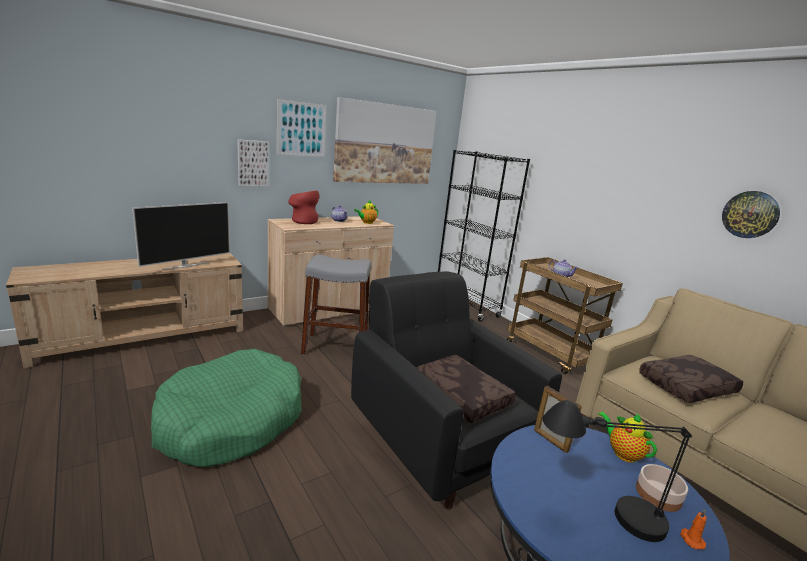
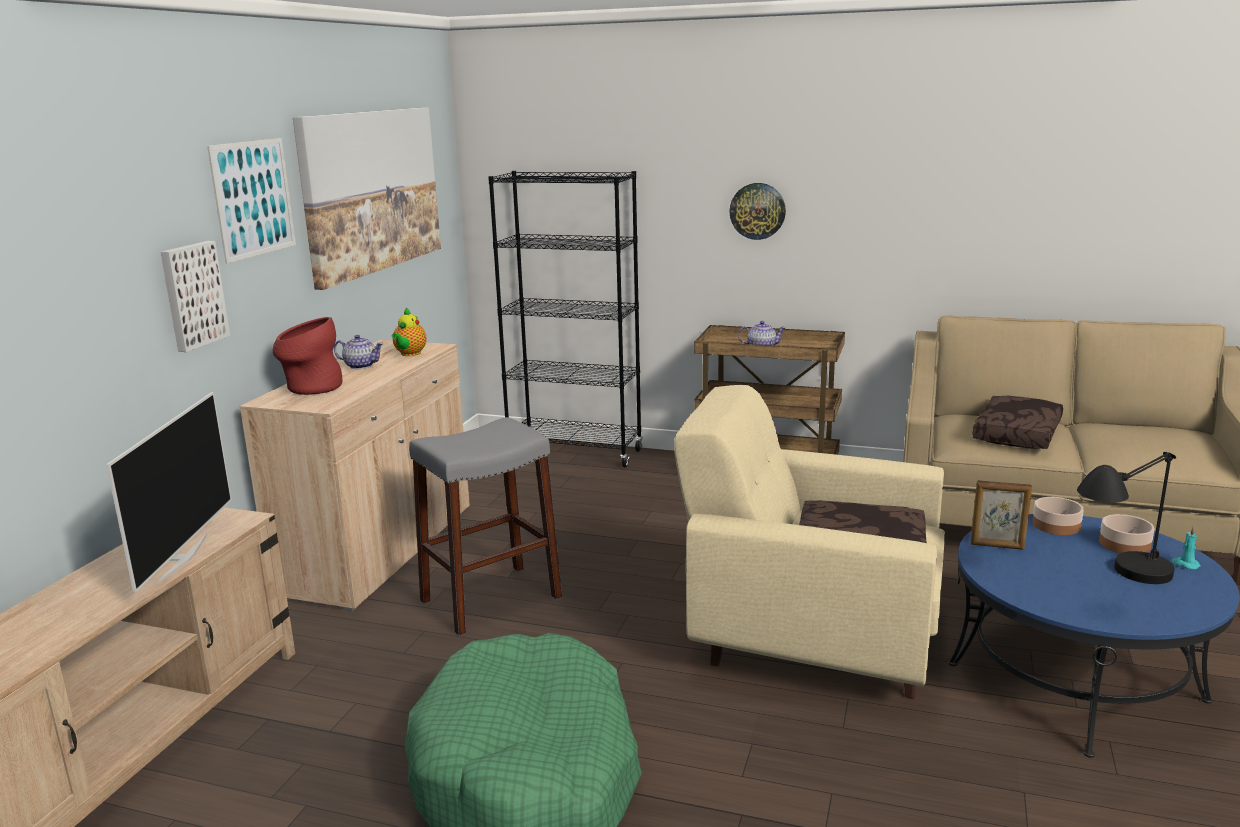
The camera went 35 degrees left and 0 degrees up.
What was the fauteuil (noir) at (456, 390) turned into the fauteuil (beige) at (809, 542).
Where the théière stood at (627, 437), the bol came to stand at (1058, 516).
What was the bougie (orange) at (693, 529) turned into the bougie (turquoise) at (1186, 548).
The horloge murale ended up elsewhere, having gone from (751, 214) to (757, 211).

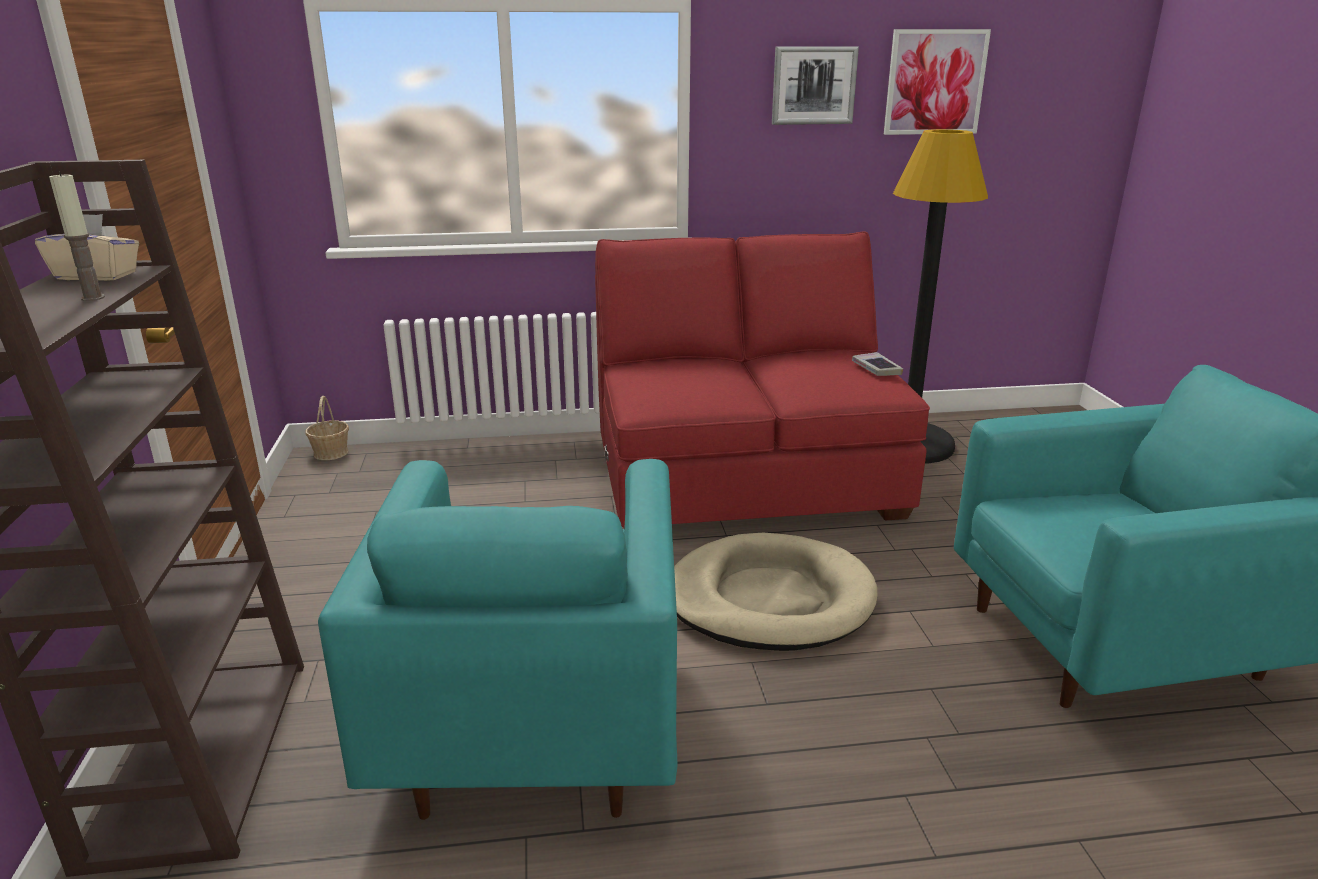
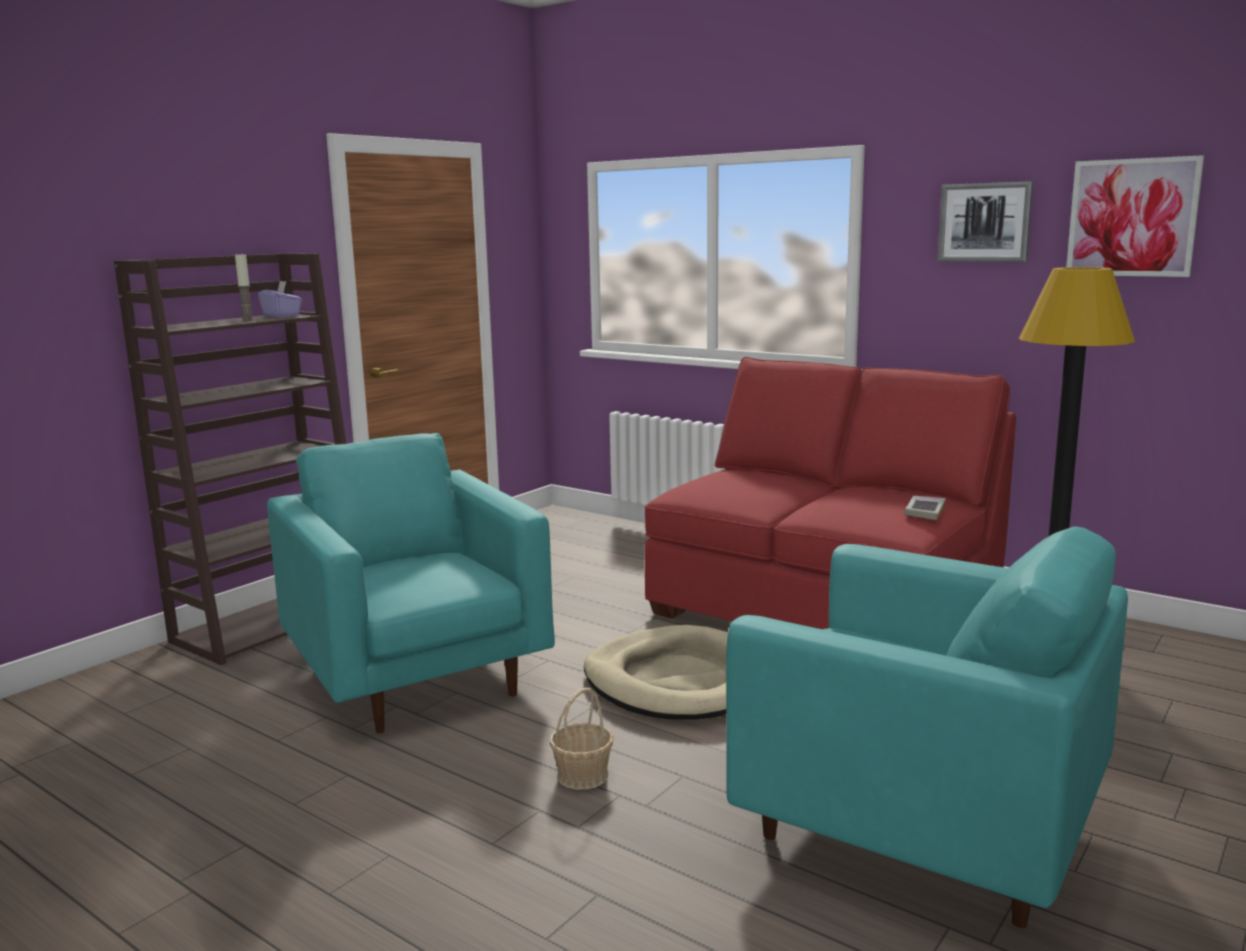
The camera went 45 degrees right and 10 degrees down.
What was the boîte à mouchoirs (beige) at (87, 247) turned into the boîte à mouchoirs (violet) at (280, 299).
The panier ended up elsewhere, having gone from (327, 428) to (582, 739).
The fauteuil (turquoise) at (497, 639) ended up facing another way, 105 degrees clockwise from before.

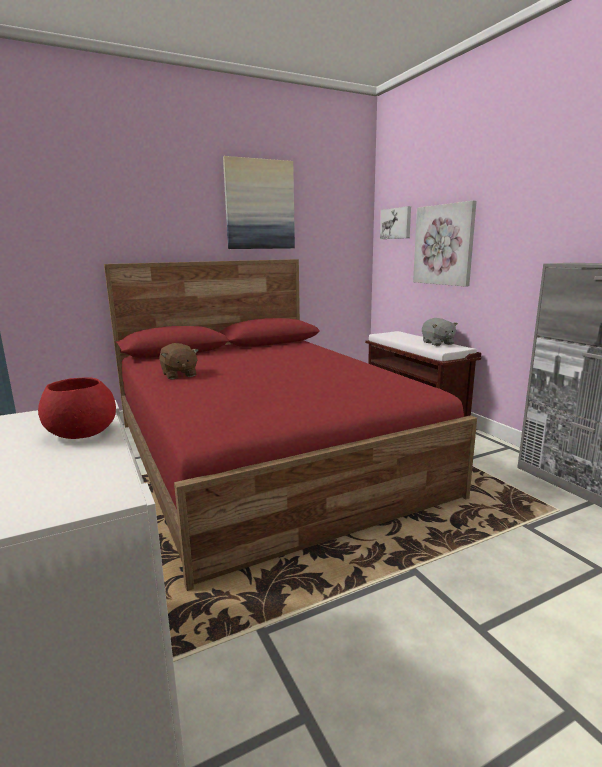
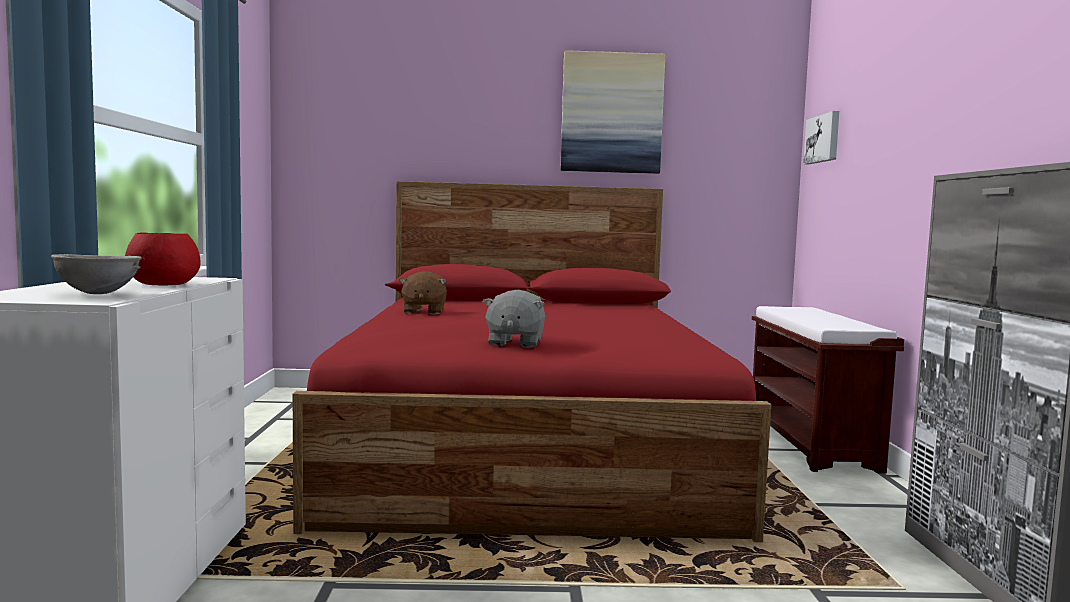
The camera went 25 degrees right and 10 degrees down.
The second view lost the tableau at (445, 244).
The peluche (gris) ended up elsewhere, having gone from (440, 332) to (513, 319).
The second view gained the bol (gris) at (96, 274).

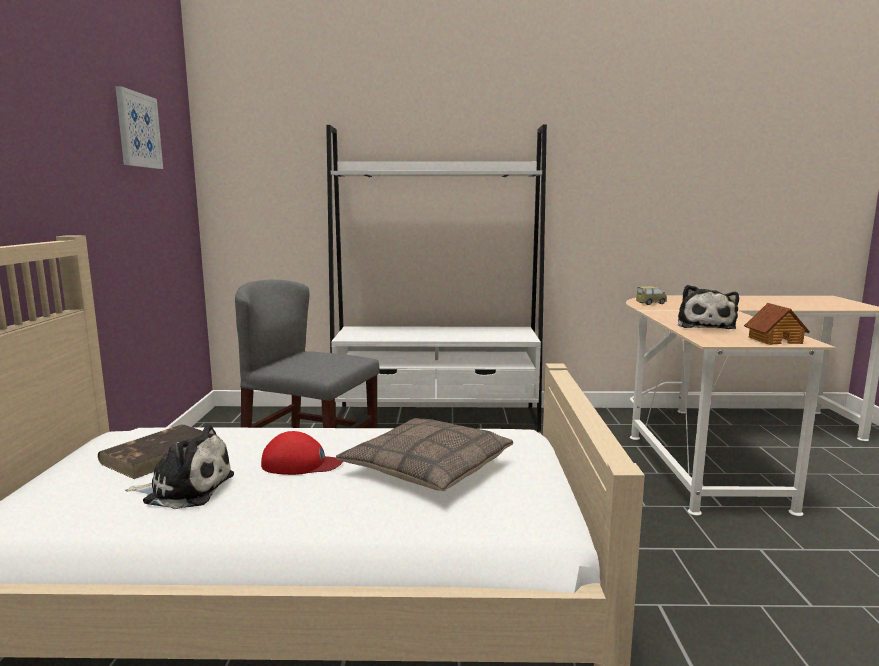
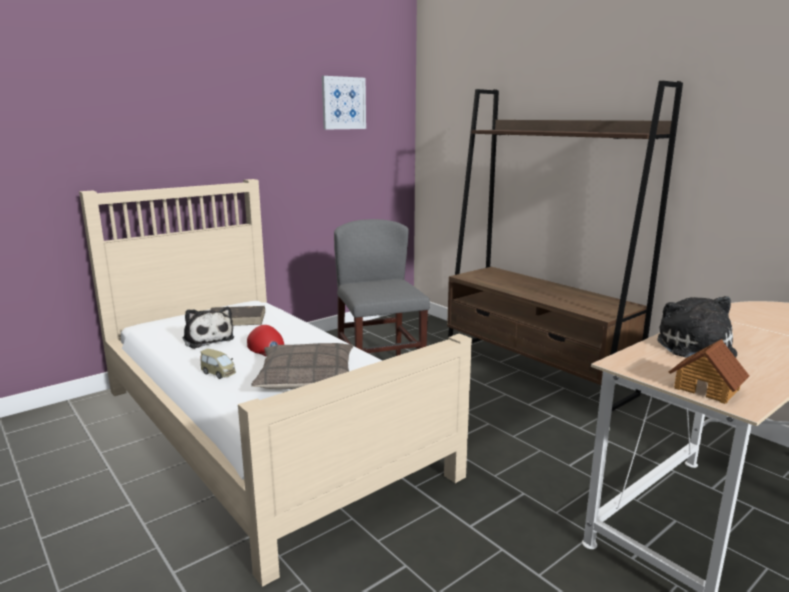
The camera went 50 degrees right and 5 degrees up.
What was the bibliothèque (blanc) at (436, 278) turned into the bibliothèque (marron) at (565, 246).
The petite voiture ended up elsewhere, having gone from (651, 295) to (218, 364).
The peluche at (708, 307) ended up facing another way, 120 degrees clockwise from before.

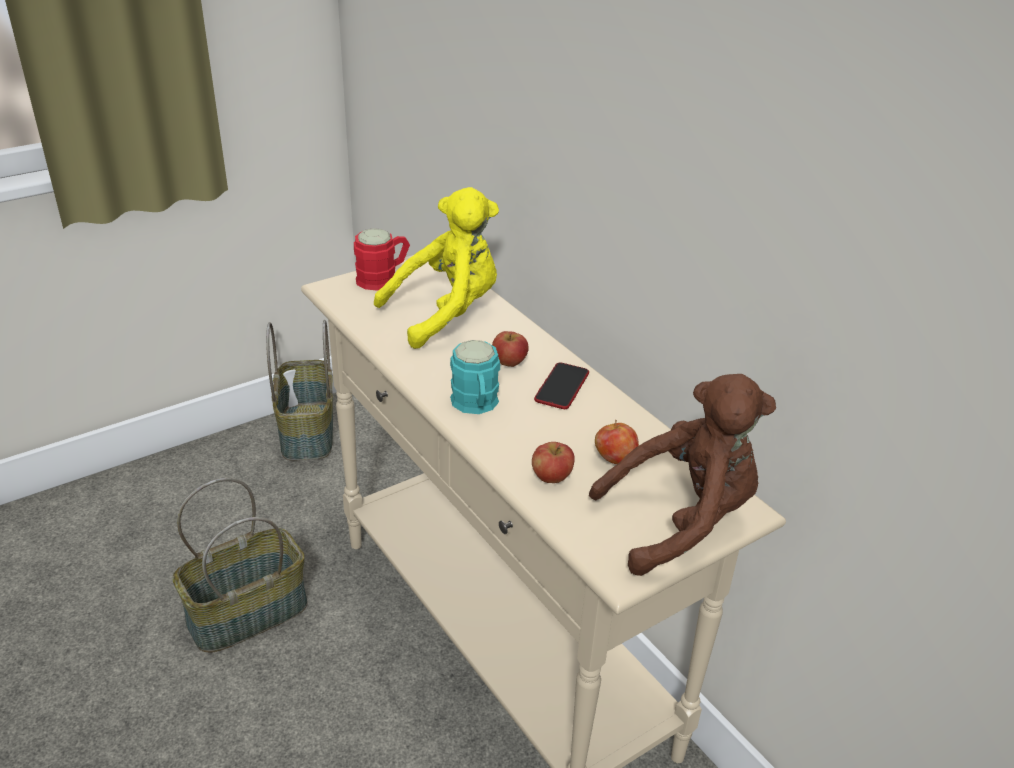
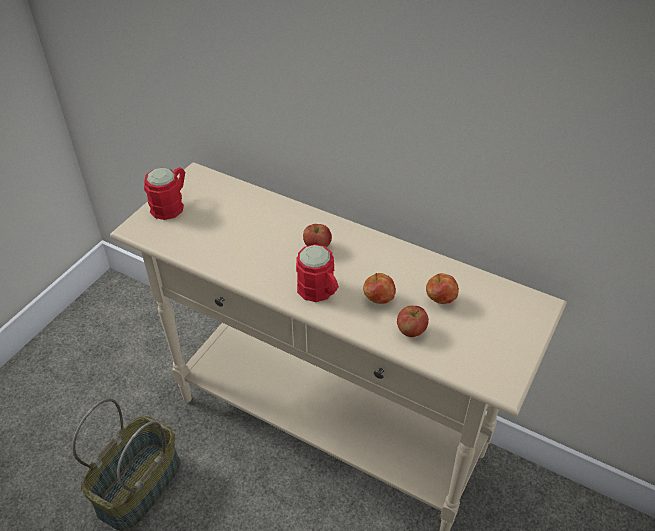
The camera went 25 degrees left and 10 degrees up.
The second view lost the panier at (299, 390).
The second view lost the peluche (jaune) at (436, 268).
What was the mug (turquoise) at (475, 377) turned into the mug (rouge) at (317, 273).
The second view lost the téléphone at (561, 385).
The second view lost the peluche (marron) at (682, 475).
The second view gained the pomme at (379, 288).

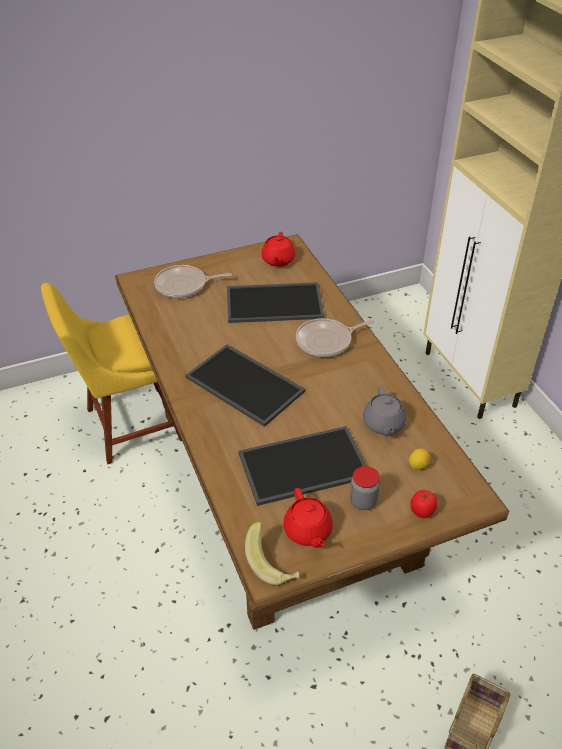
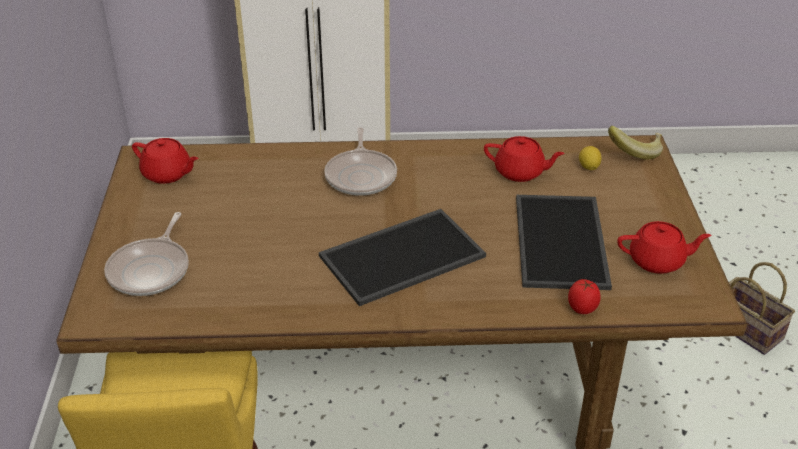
The camera went 70 degrees left and 5 degrees down.
The second view lost the plateau at (275, 302).
The banane ended up elsewhere, having gone from (272, 553) to (635, 143).
The second view lost the bocal at (365, 488).
What was the théière (gris) at (384, 411) turned into the théière (rouge) at (524, 159).
The tomate ended up elsewhere, having gone from (424, 504) to (584, 296).

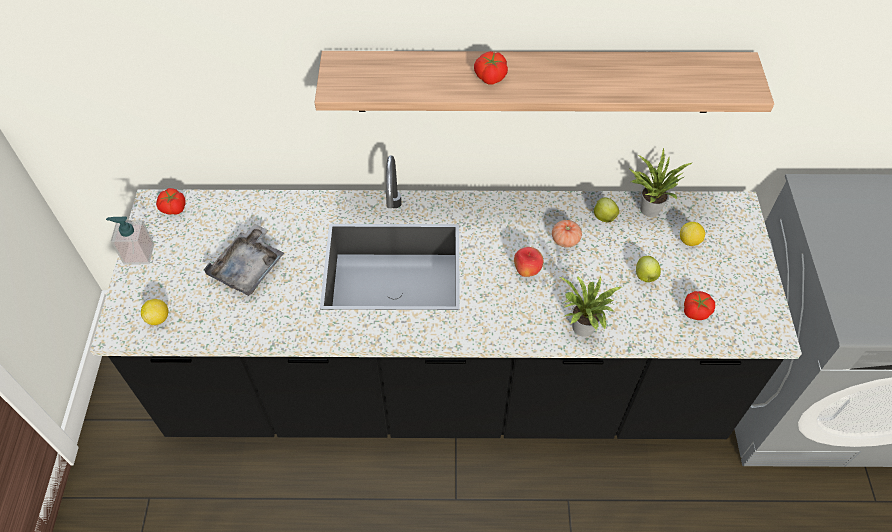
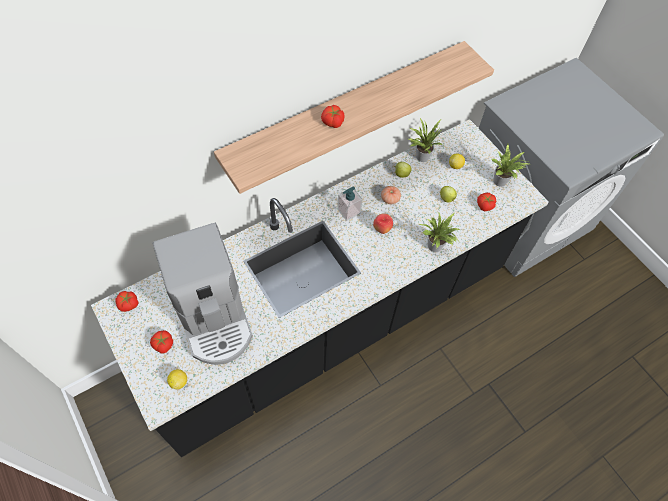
The camera went 35 degrees left and 5 degrees up.
The distributeur de savon ended up elsewhere, having gone from (130, 240) to (350, 204).
Where the plateau (gris) stood at (244, 259), the machine à café came to stand at (202, 293).
The second view gained the tomate at (161, 342).
The second view gained the plante en pot at (510, 165).

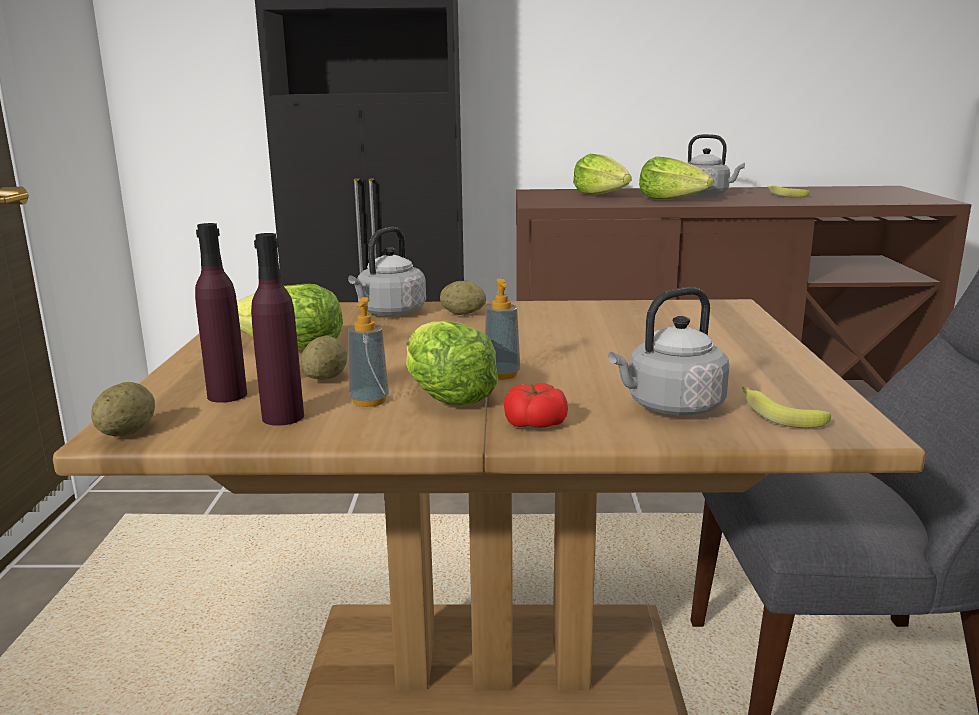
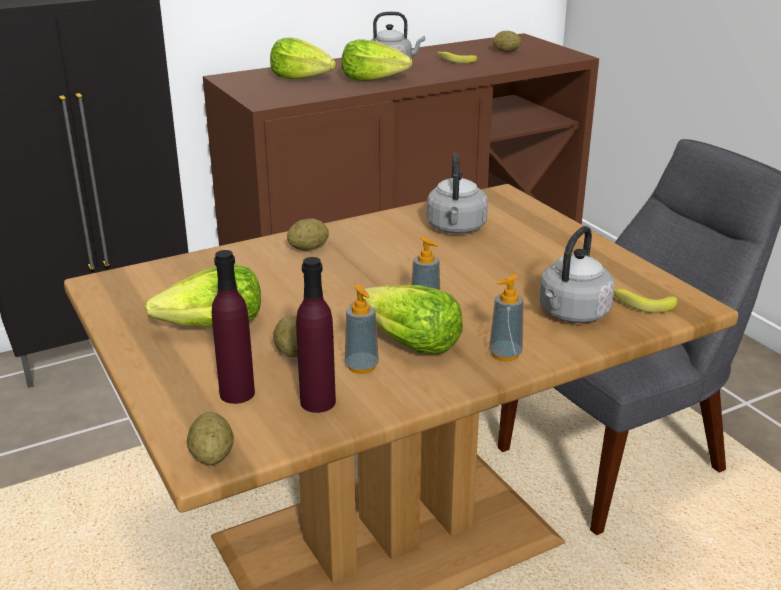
The camera went 30 degrees left and 10 degrees up.
The bouilloire (gris) ended up elsewhere, having gone from (387, 271) to (457, 193).
Where the tomate stood at (536, 405), the distributeur de savon came to stand at (506, 318).
The second view gained the pomme de terre at (507, 41).

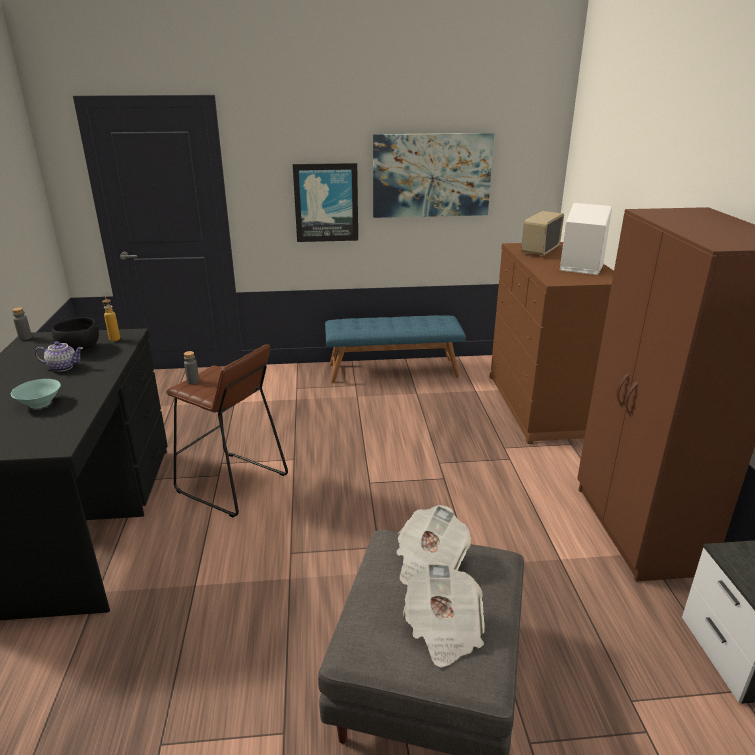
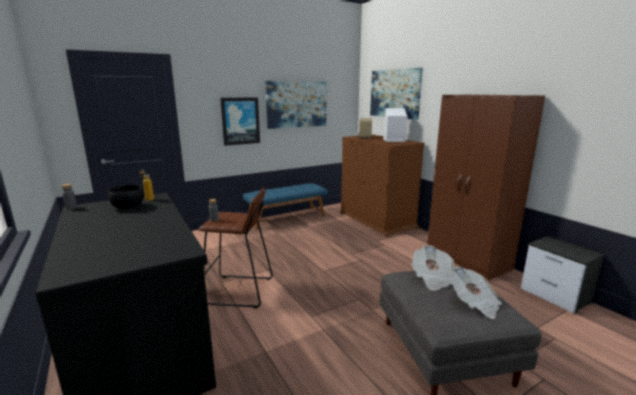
The camera went 25 degrees left and 10 degrees down.
The second view lost the bol (turquoise) at (36, 393).
The second view lost the théière at (59, 356).
The second view gained the tableau at (396, 94).

